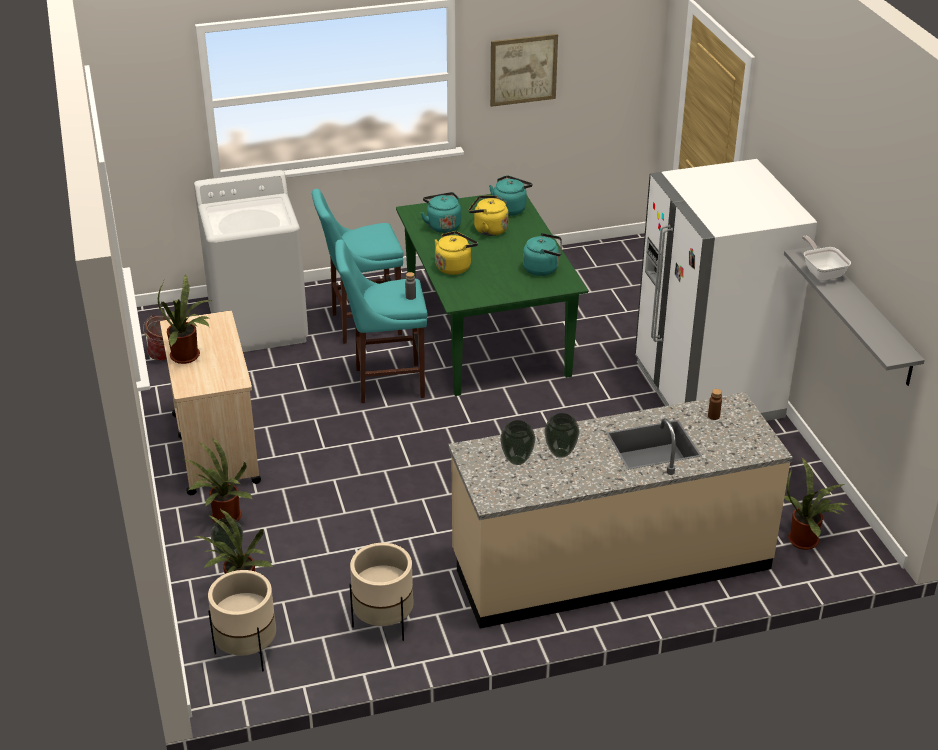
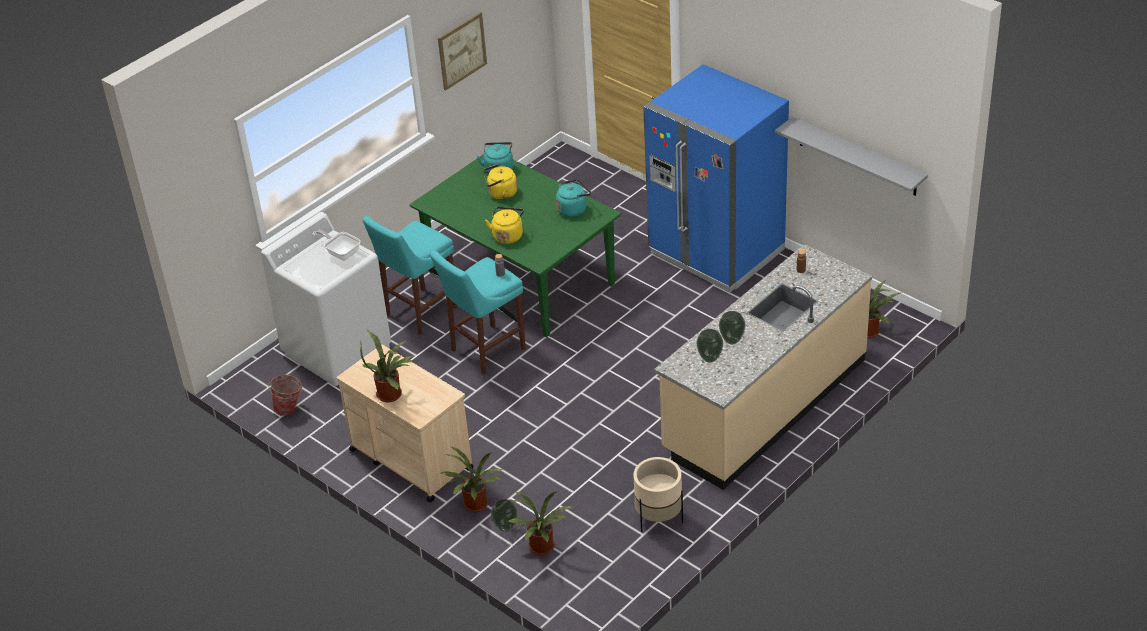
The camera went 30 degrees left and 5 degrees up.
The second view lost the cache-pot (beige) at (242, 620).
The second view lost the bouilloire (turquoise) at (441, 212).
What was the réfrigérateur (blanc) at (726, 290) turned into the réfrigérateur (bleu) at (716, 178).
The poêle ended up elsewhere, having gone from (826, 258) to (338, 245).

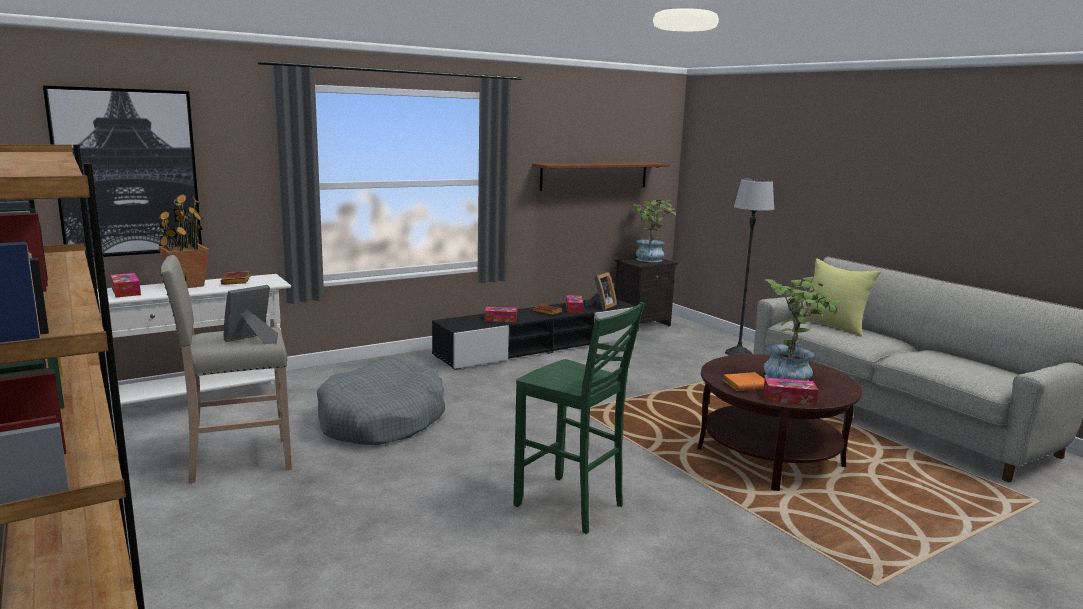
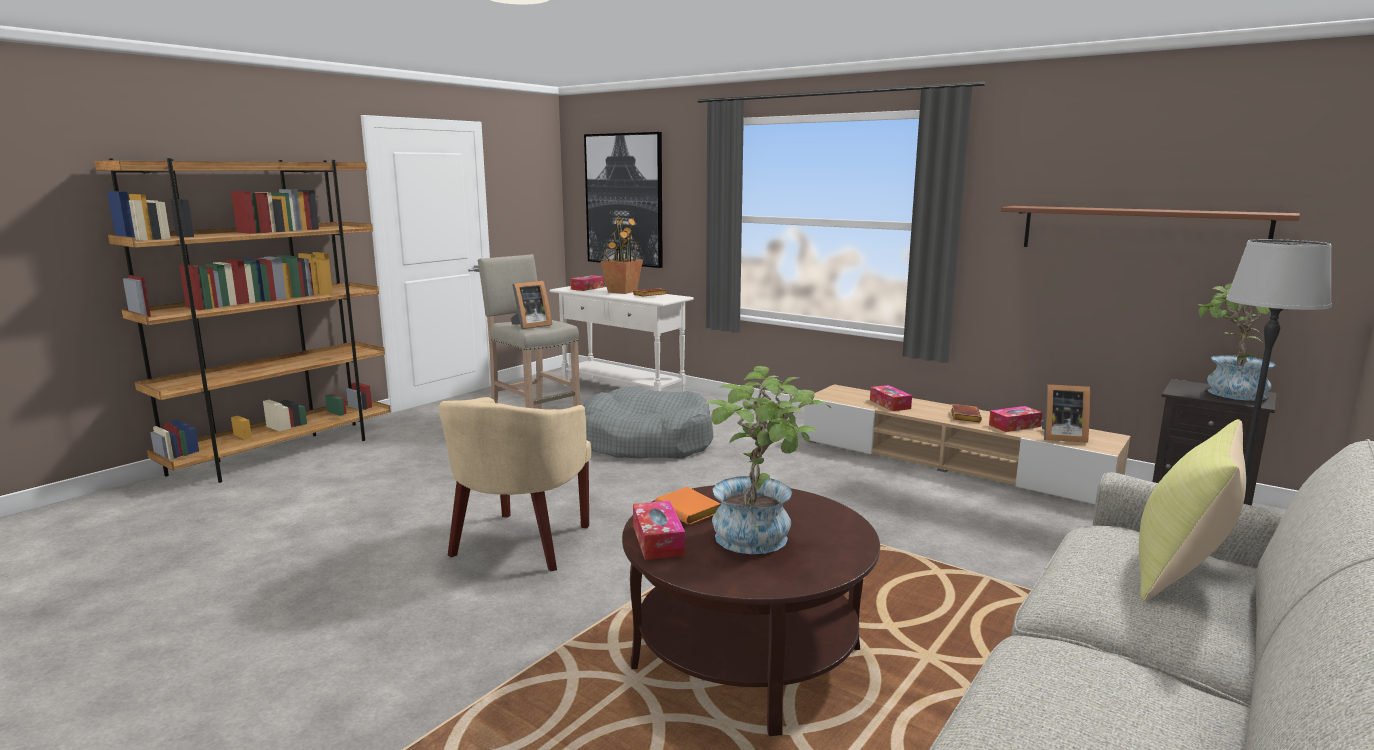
The camera went 70 degrees right and 0 degrees up.
The cadre photo at (251, 314) ended up facing another way, 120 degrees clockwise from before.
What was the meuble télé (noir) at (534, 334) turned into the meuble télé (beige) at (967, 444).
Where the tabouret (vert) stood at (579, 418), the fauteuil (beige) came to stand at (515, 484).

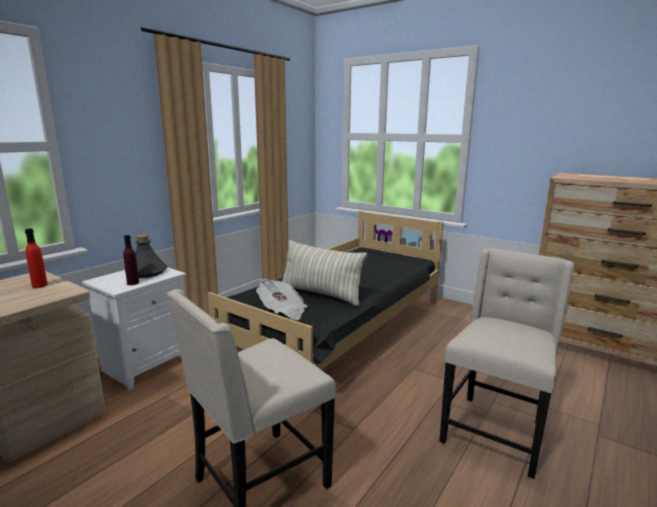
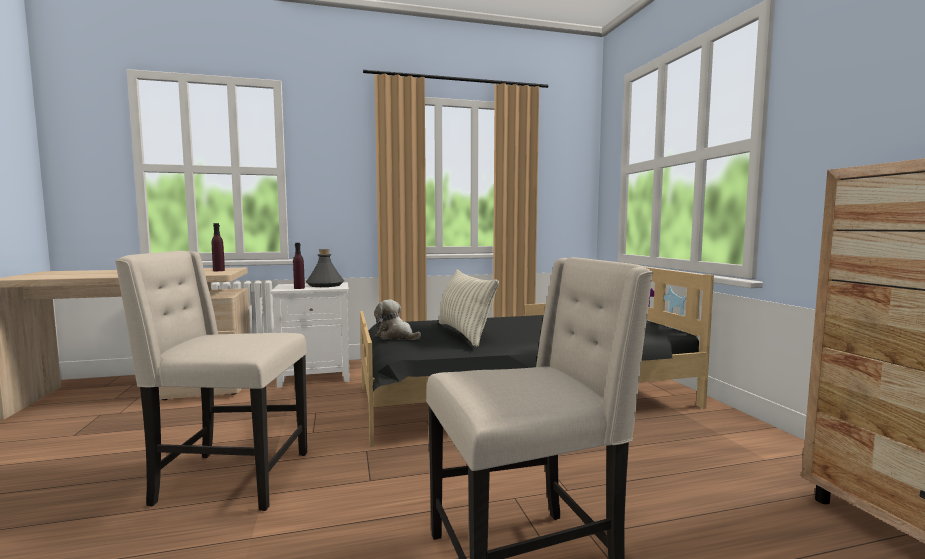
The camera went 40 degrees right and 10 degrees down.
What was the bouteille (rouge) at (36, 258) turned into the bouteille (violet) at (218, 247).
Where the journal stood at (281, 299), the peluche came to stand at (397, 320).

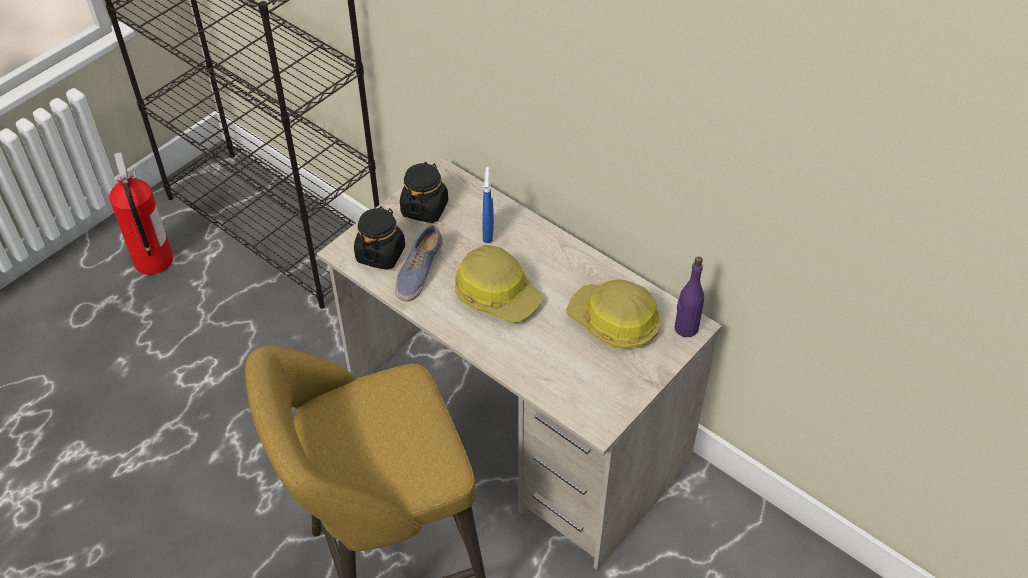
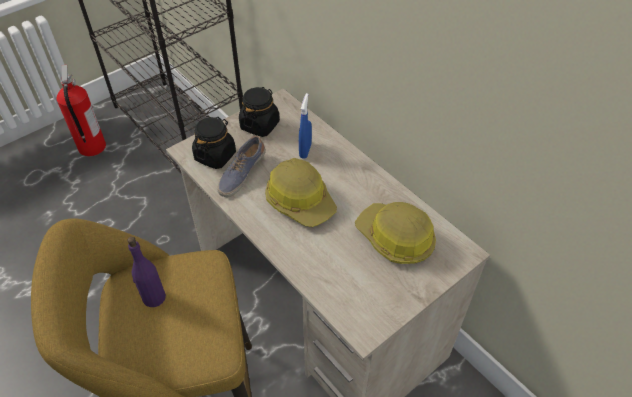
The camera went 10 degrees right and 0 degrees up.
The bouteille (violet) ended up elsewhere, having gone from (689, 297) to (146, 272).

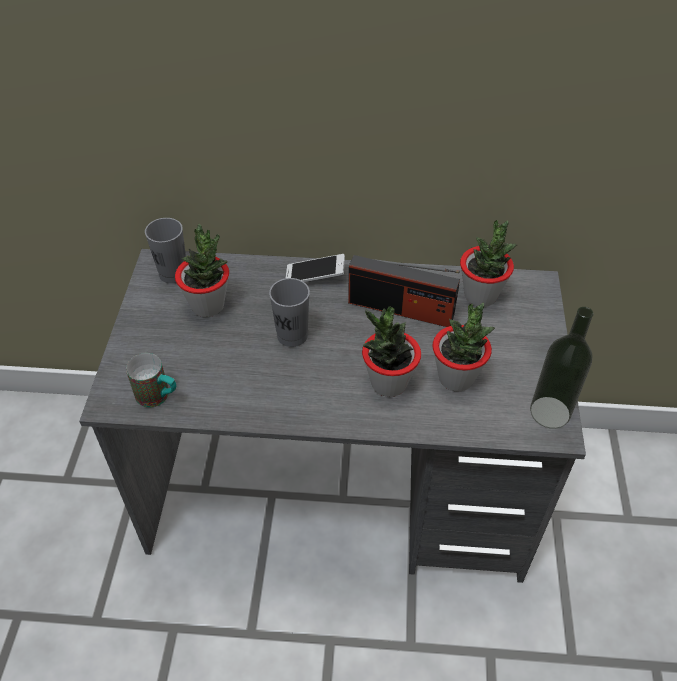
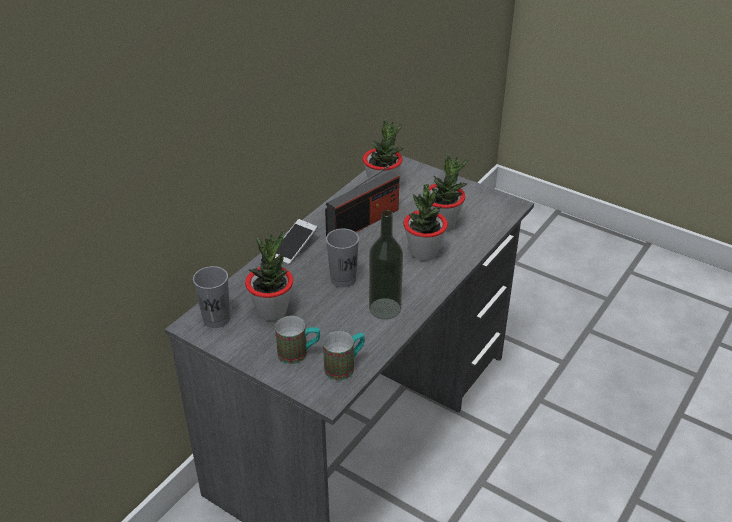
The camera went 60 degrees left and 10 degrees down.
The bouteille ended up elsewhere, having gone from (561, 368) to (386, 264).
The second view gained the mug at (297, 340).

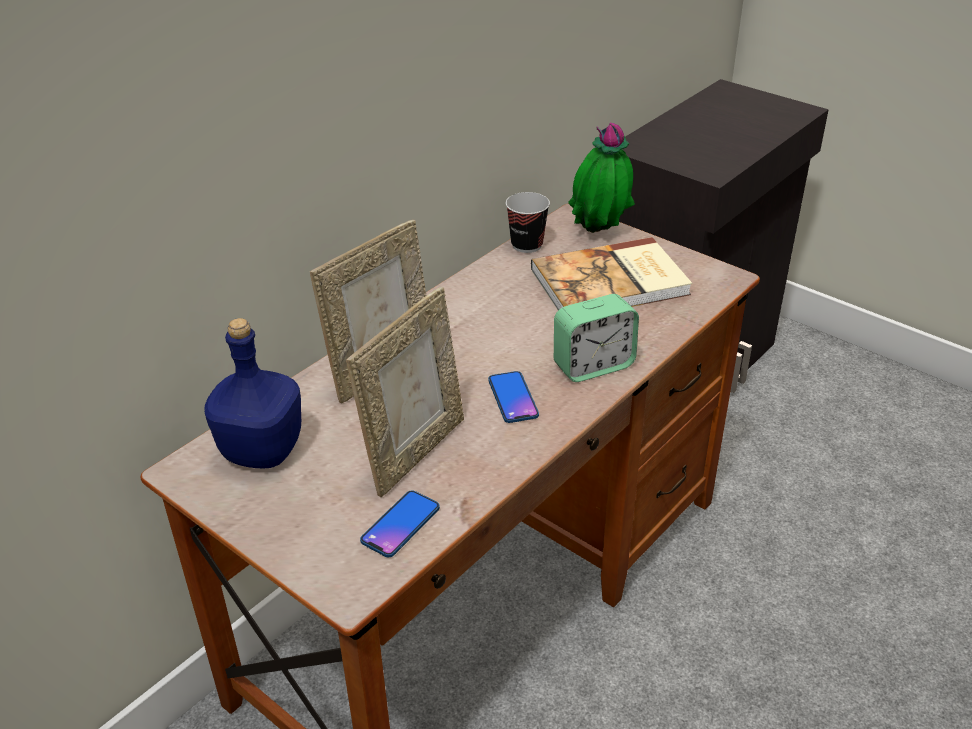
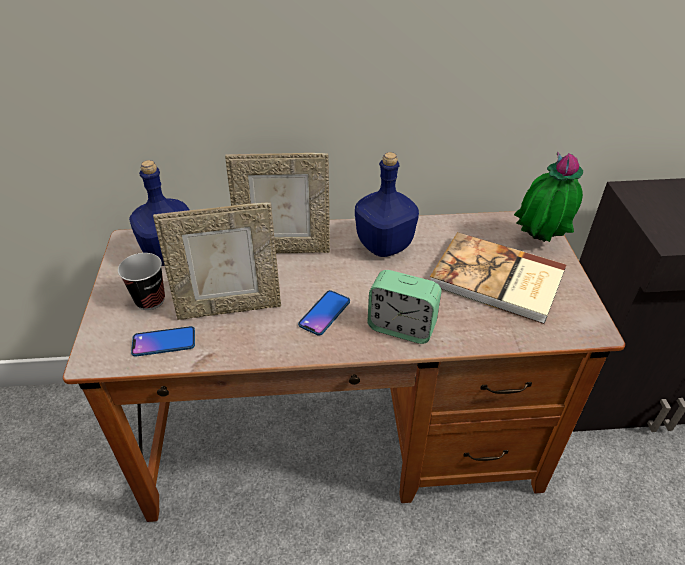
The camera went 45 degrees right and 5 degrees up.
The tasse ended up elsewhere, having gone from (528, 222) to (141, 281).
The second view gained the bouteille (bleu) at (387, 204).

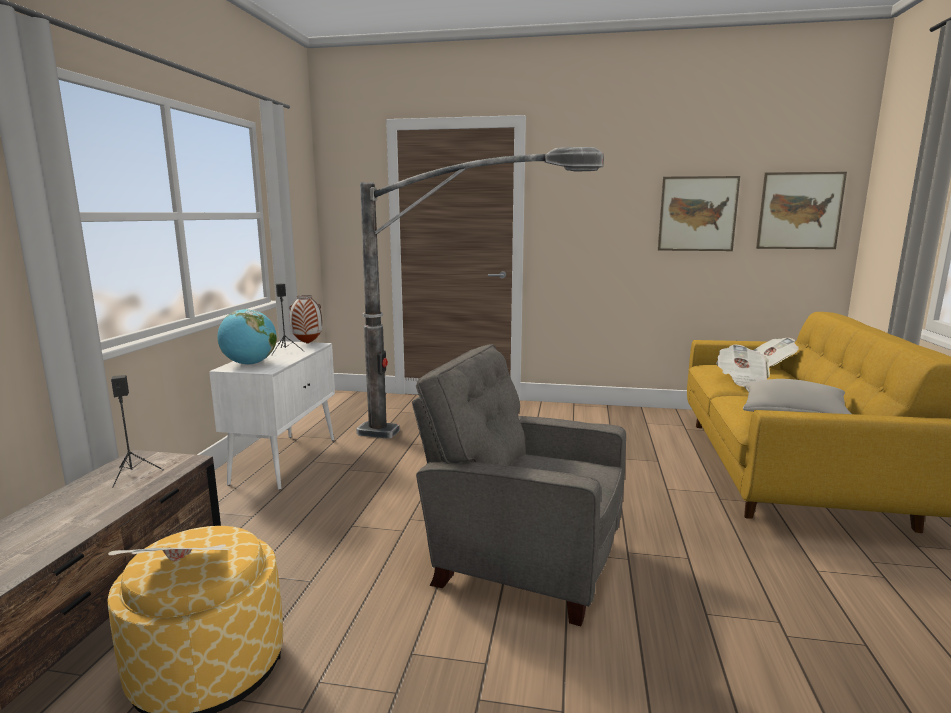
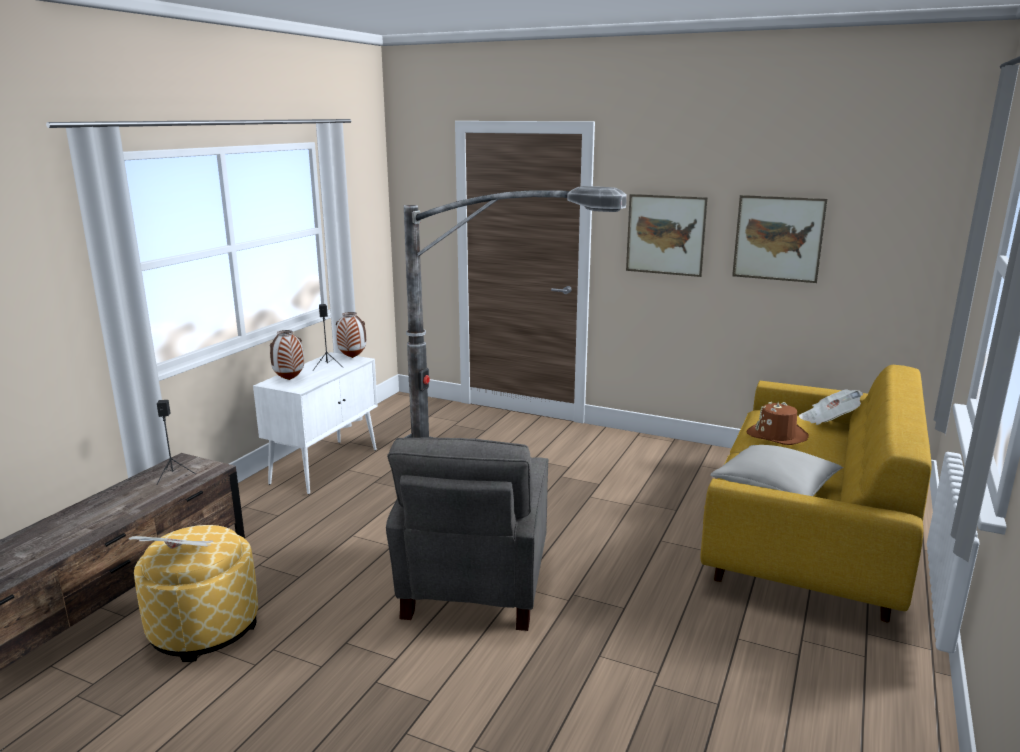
The camera went 15 degrees right and 5 degrees up.
Where the globe stood at (247, 337), the vase came to stand at (287, 355).
The fauteuil (gris) at (519, 485) ended up facing another way, 120 degrees counterclockwise from before.
Where the journal stood at (743, 365), the chapeau (marron) came to stand at (778, 423).
The tableau ended up elsewhere, having gone from (801, 210) to (667, 235).

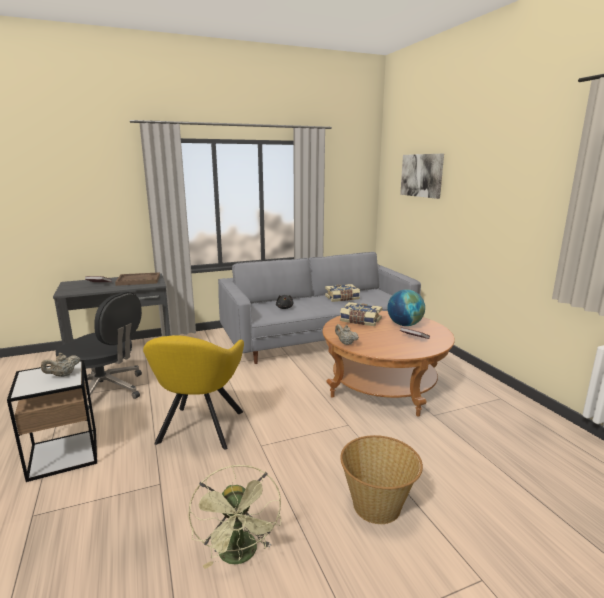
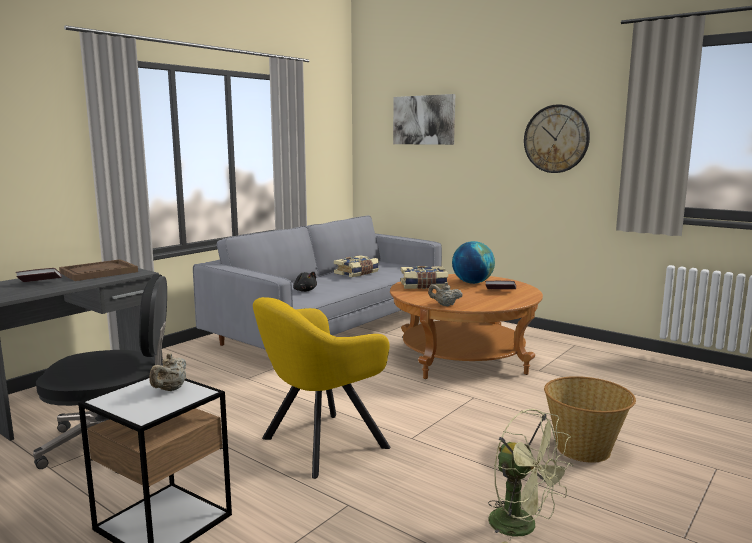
The camera went 30 degrees left and 5 degrees down.
The fauteuil (jaune) at (193, 392) ended up facing another way, 75 degrees clockwise from before.
The second view gained the horloge murale at (557, 138).

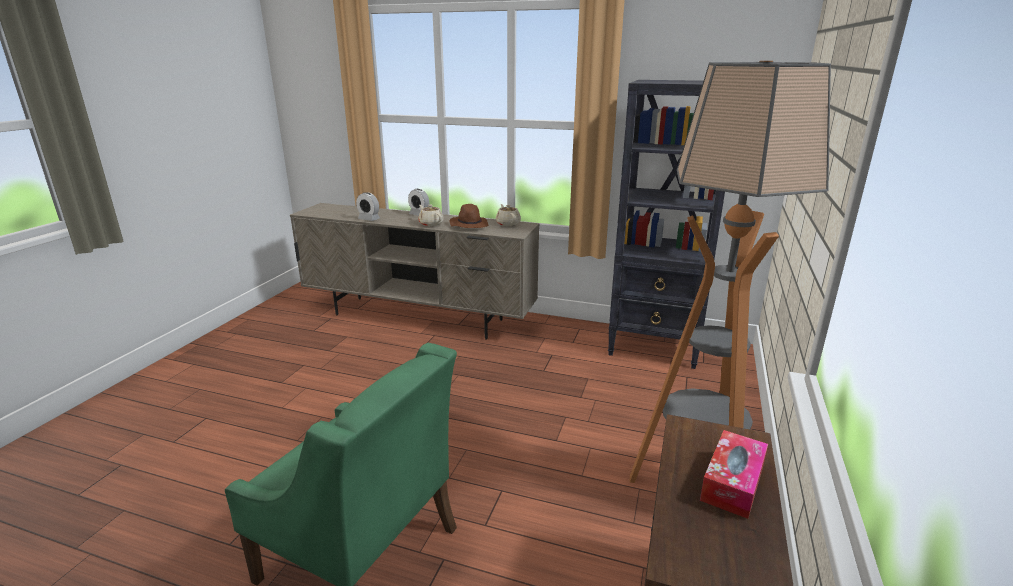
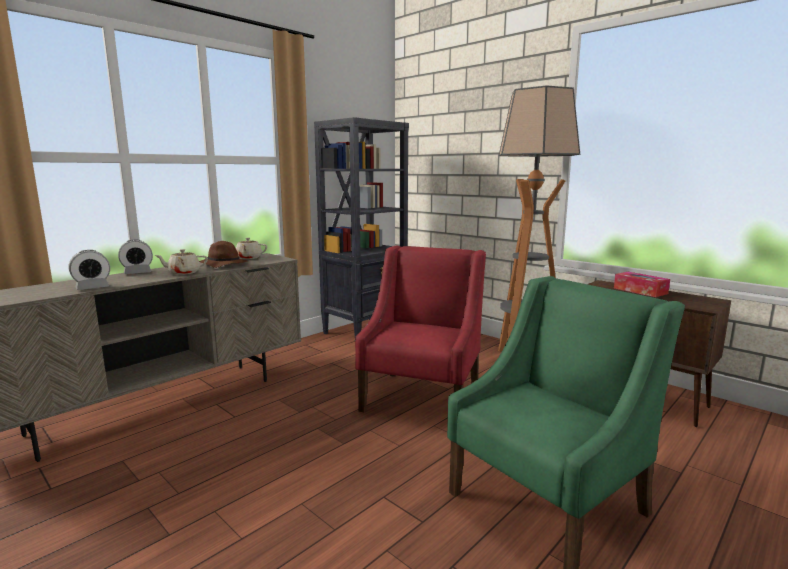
The camera went 65 degrees left and 10 degrees down.
The second view gained the fauteuil (rouge) at (420, 328).

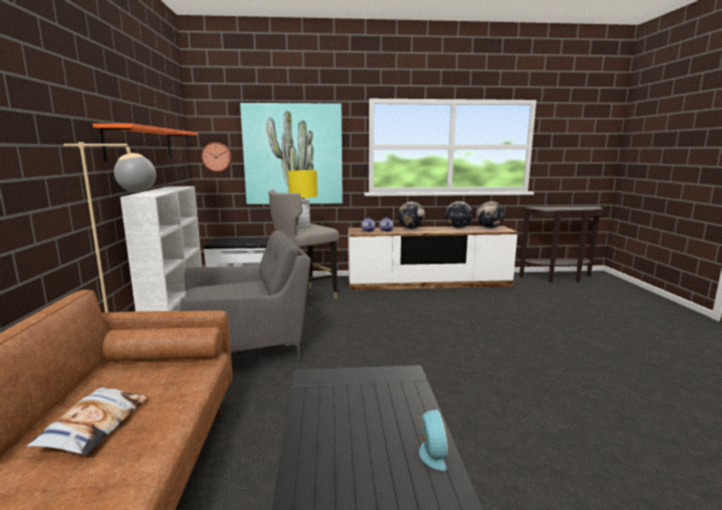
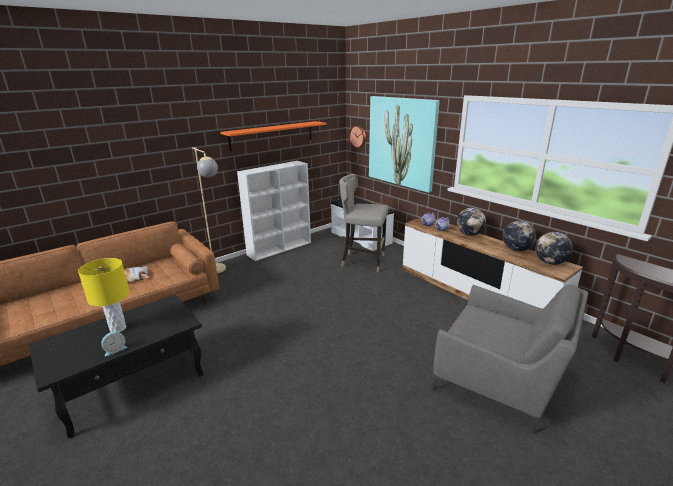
The camera went 55 degrees right and 10 degrees up.
The fauteuil (gris) ended up elsewhere, having gone from (246, 295) to (510, 359).
The lampe de table (jaune) ended up elsewhere, having gone from (303, 198) to (104, 295).

